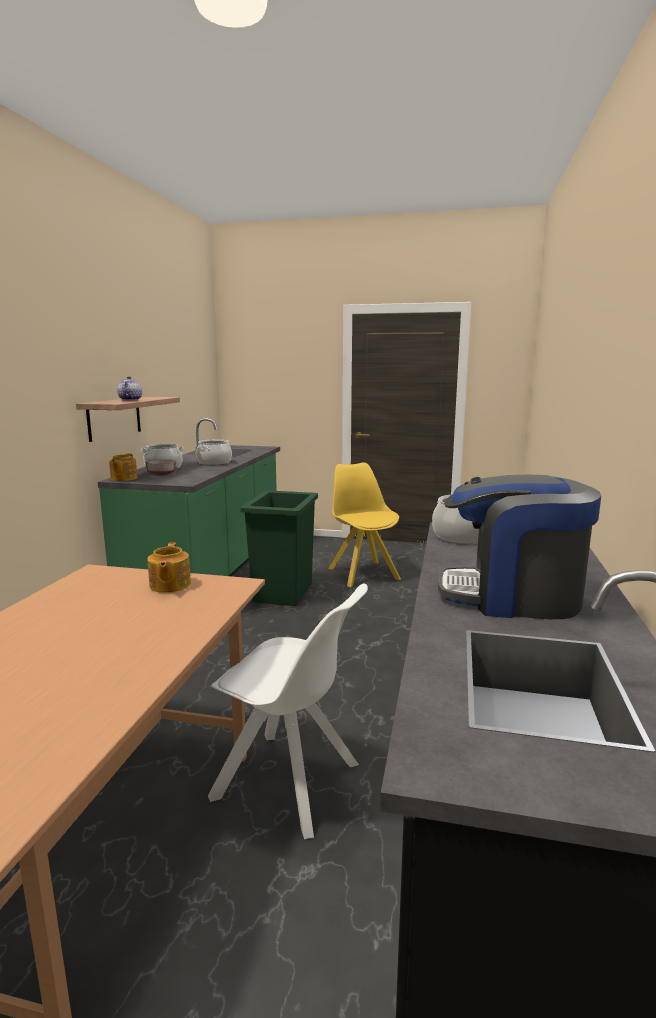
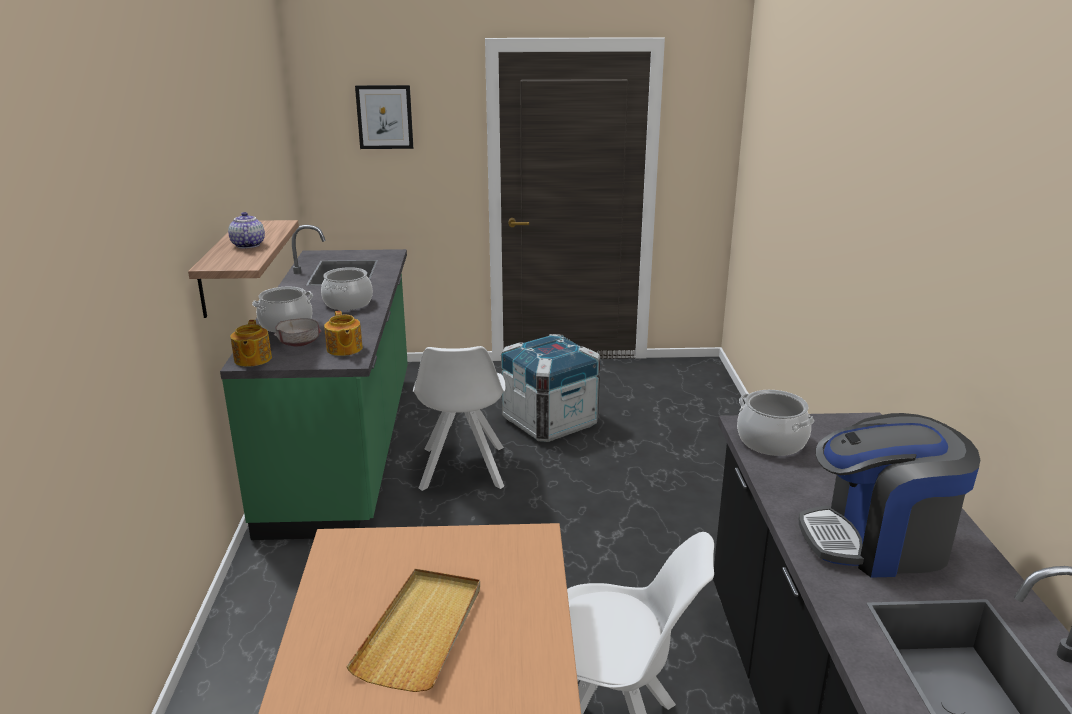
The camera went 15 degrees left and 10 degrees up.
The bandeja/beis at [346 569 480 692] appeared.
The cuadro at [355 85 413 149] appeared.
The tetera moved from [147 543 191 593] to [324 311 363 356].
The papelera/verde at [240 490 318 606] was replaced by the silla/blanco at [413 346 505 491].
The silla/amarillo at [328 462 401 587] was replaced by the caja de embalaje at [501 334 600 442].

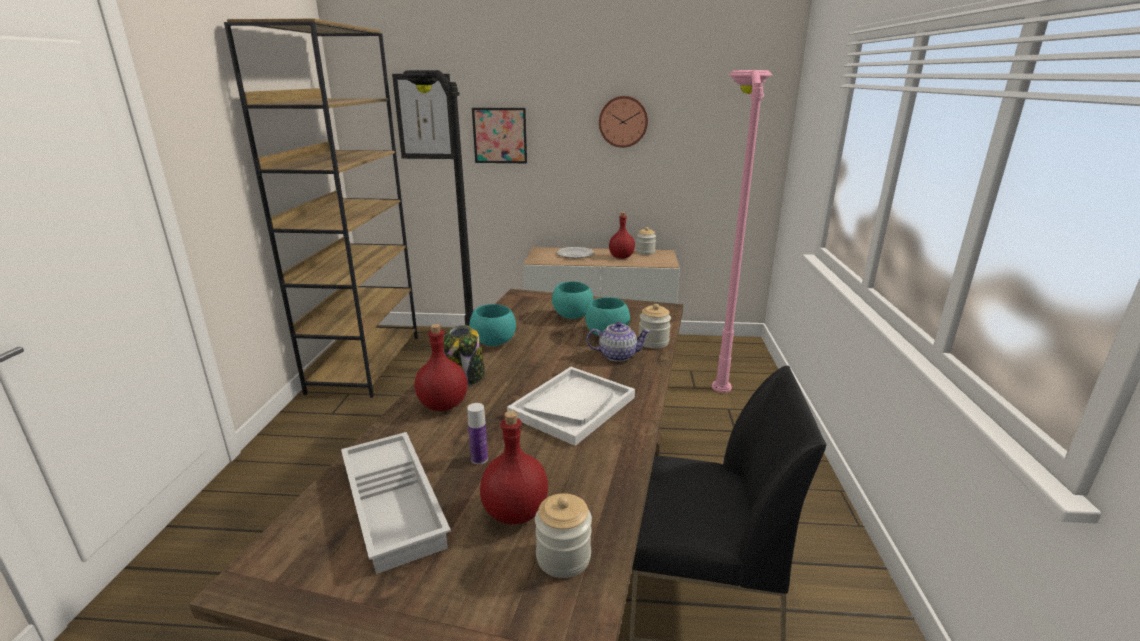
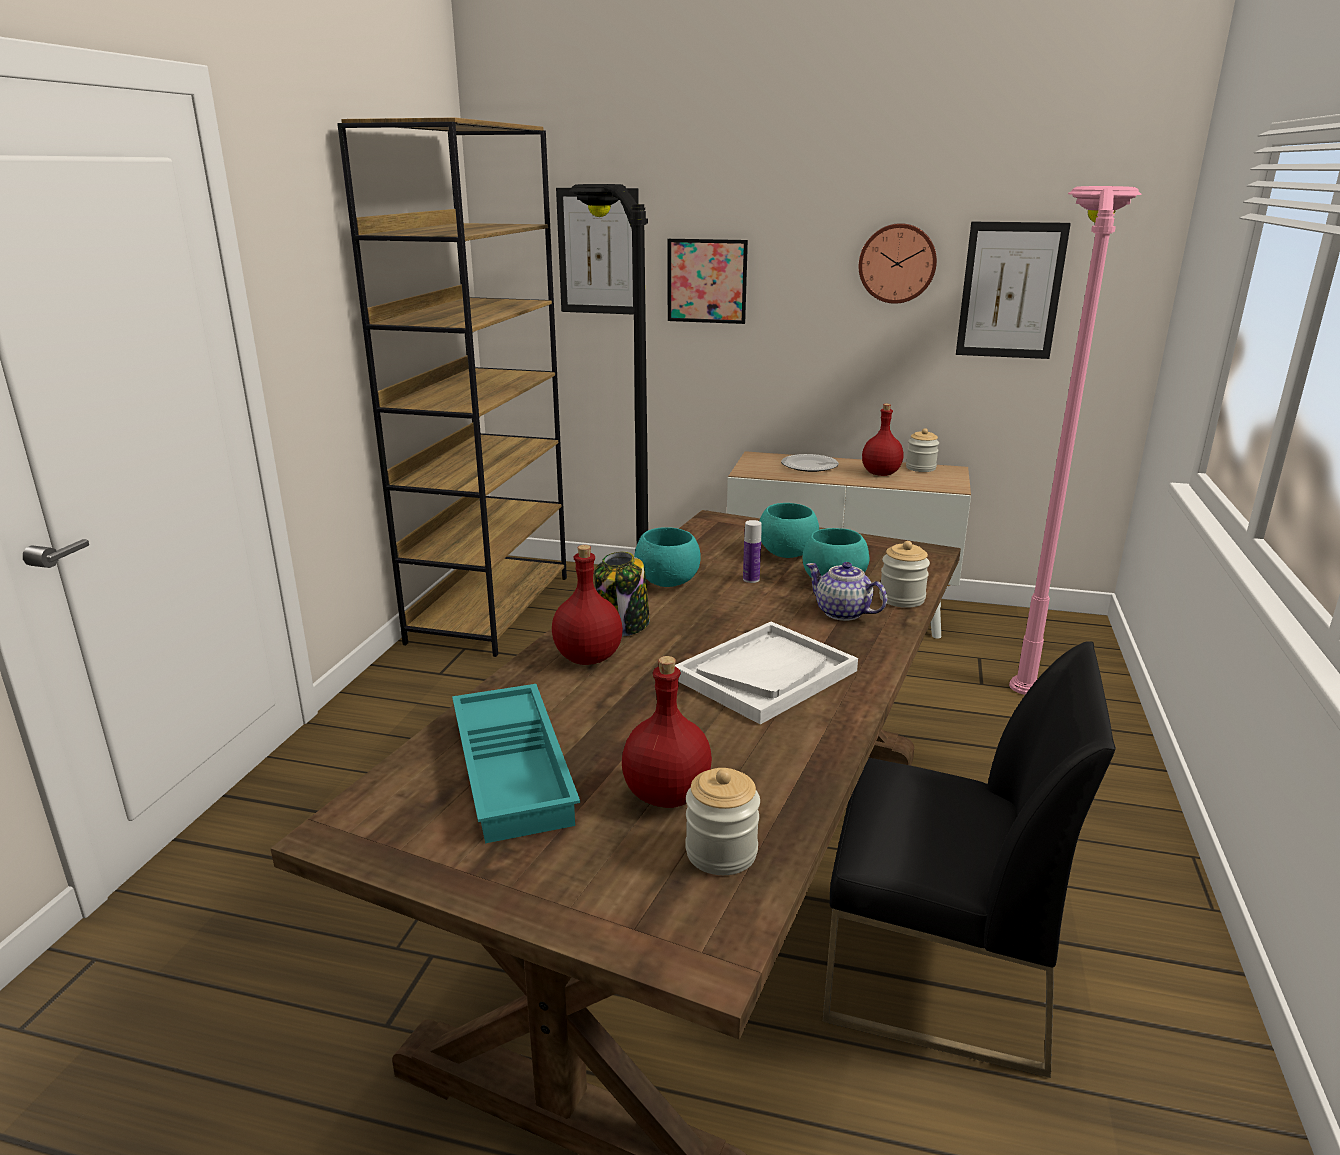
The camera went 10 degrees right and 0 degrees up.
The cuadro at [956 222 1071 359] appeared.
The botella moved from [467 403 488 465] to [743 520 762 583].
The bandeja/blanco at [341 432 451 574] became the bandeja/turquesa at [452 684 580 843].
The tetera at [587 322 651 362] turned 150 degrees counterclockwise.

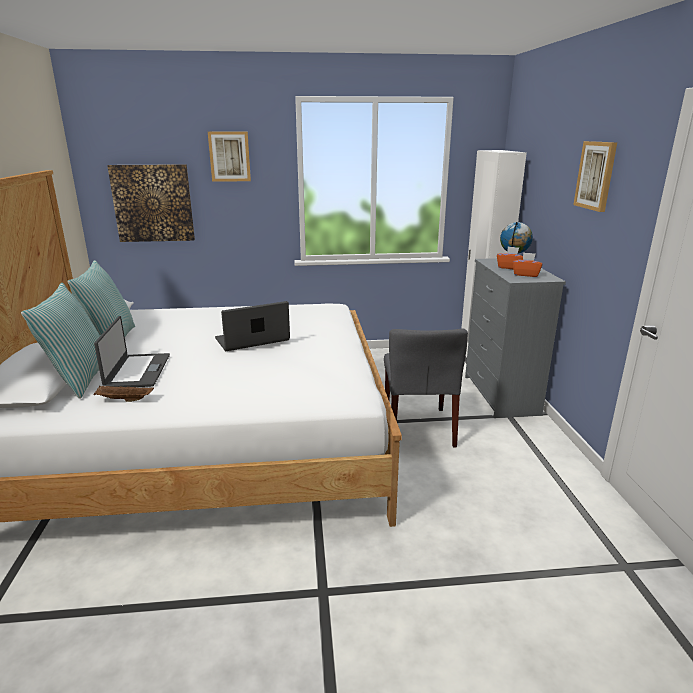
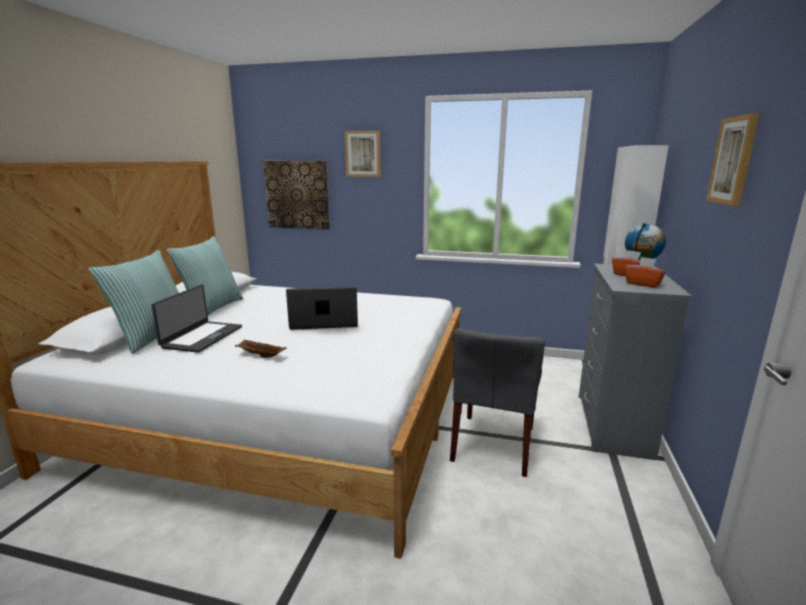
The camera went 20 degrees right and 5 degrees down.
The bandeja/marrón moved from [93 385 154 402] to [235 339 286 358].

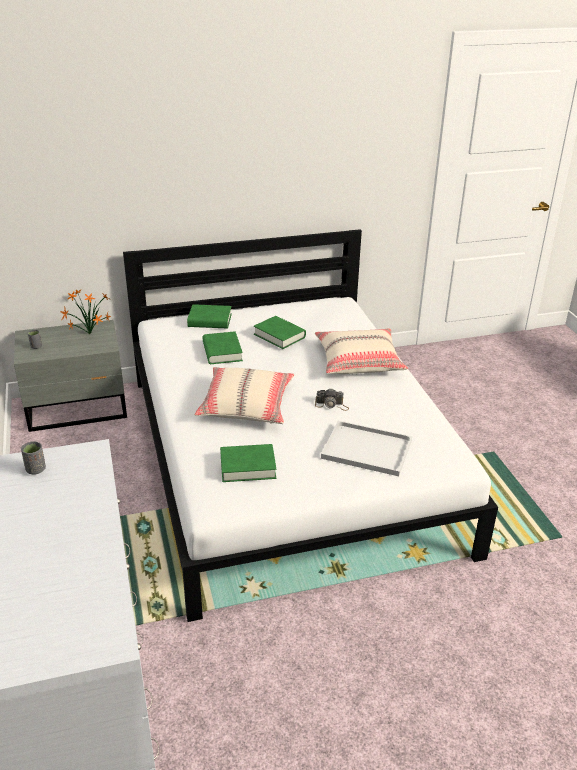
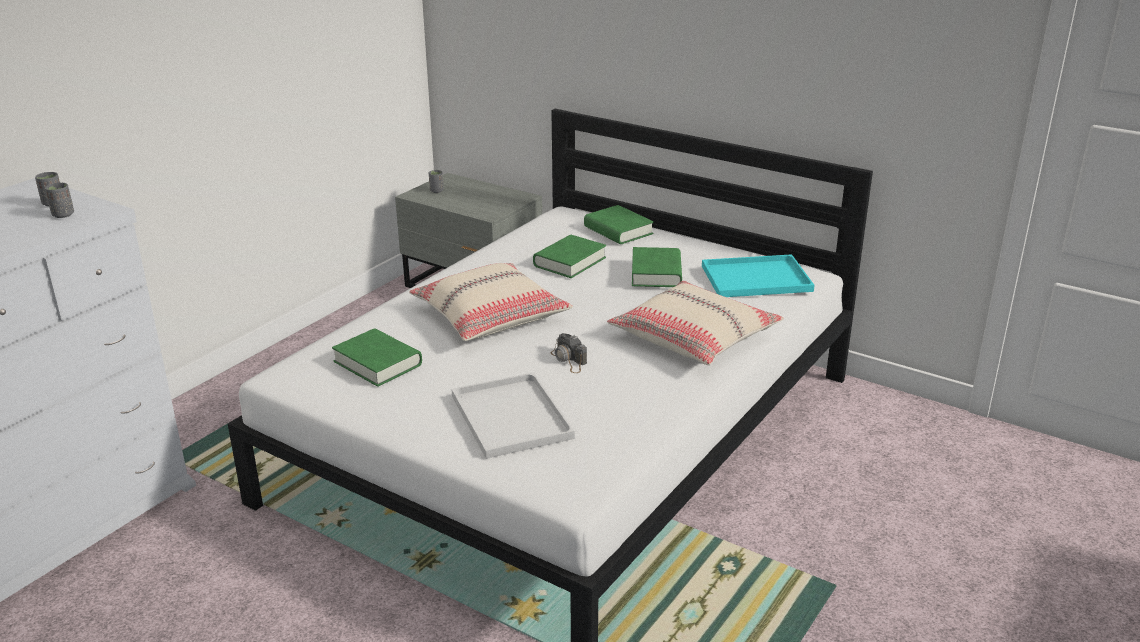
The camera went 50 degrees right and 5 degrees down.
The planta en maceta at [60 289 111 334] disappeared.
The taza/gris at [45 183 74 218] appeared.
The bandeja/turquesa at [702 254 814 297] appeared.

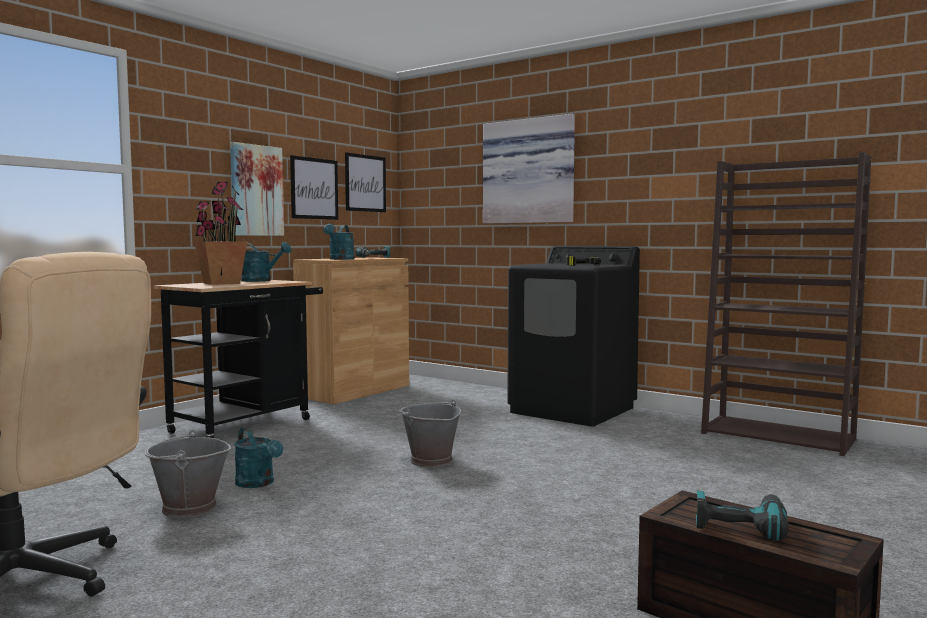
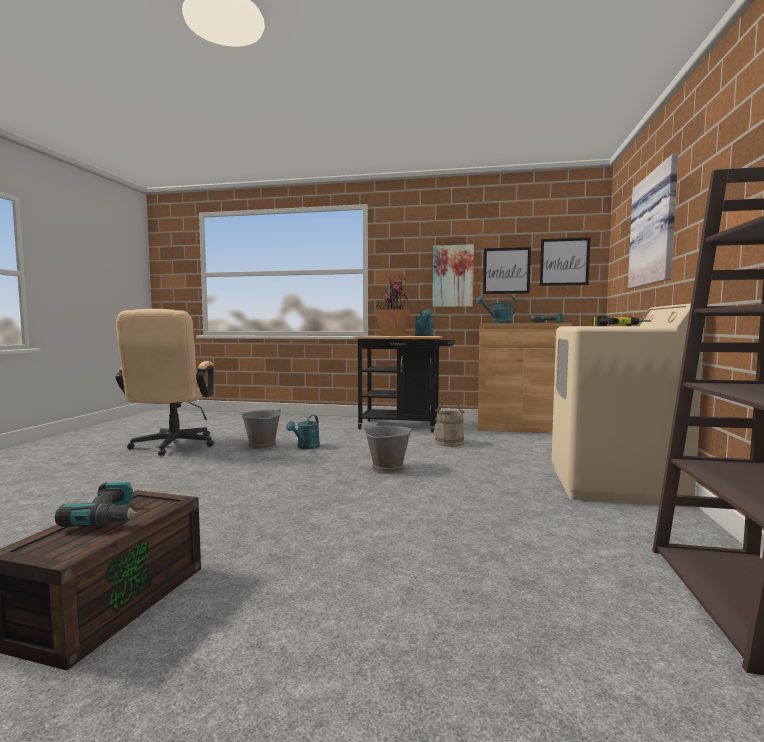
The camera went 65 degrees right and 0 degrees up.
The cubo/beis at [435 396 465 447] appeared.
The lavadora/negro at [507 246 640 427] became the lavadora/beis at [552 303 704 508].

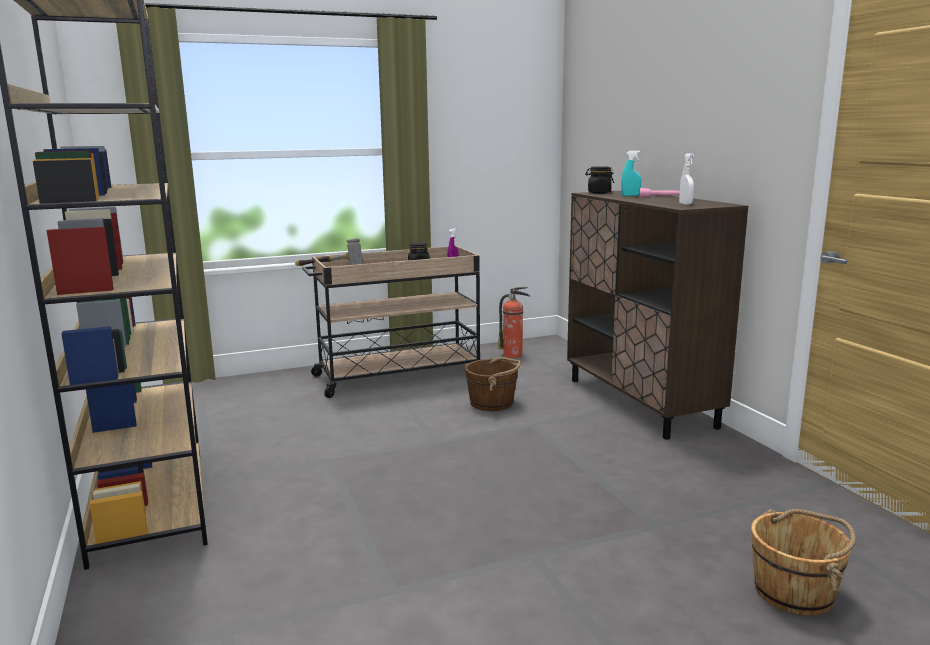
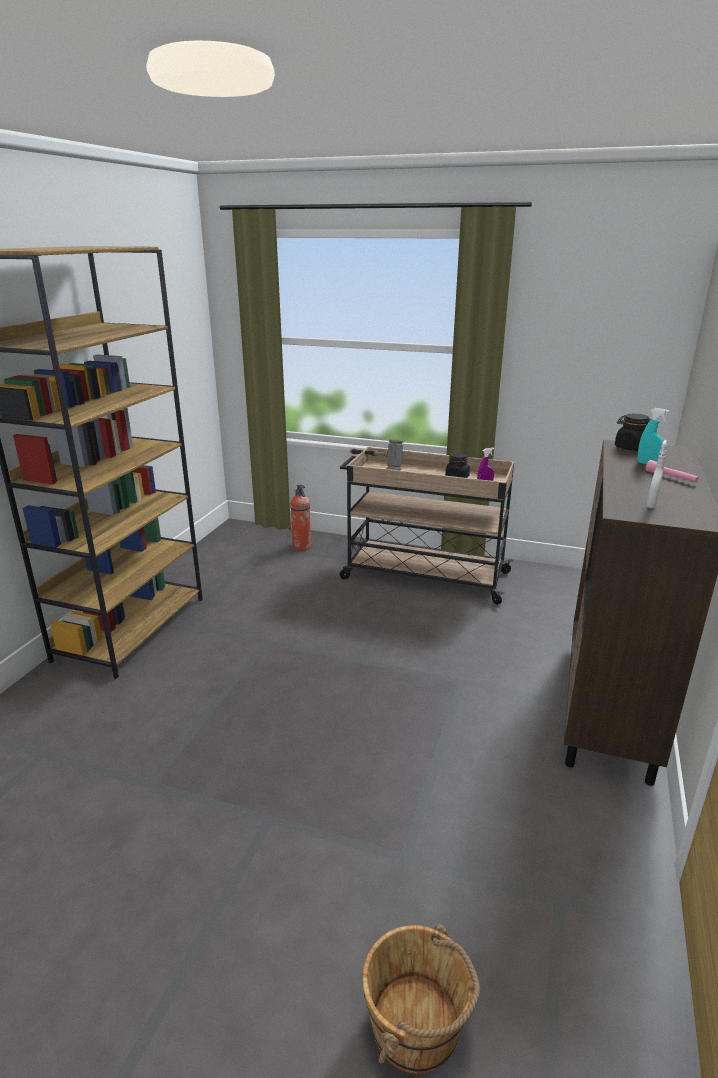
The camera went 40 degrees right and 10 degrees up.
The cubo/marrón at [465 357 521 411] disappeared.
The extintor moved from [498 287 530 358] to [290 485 311 551].

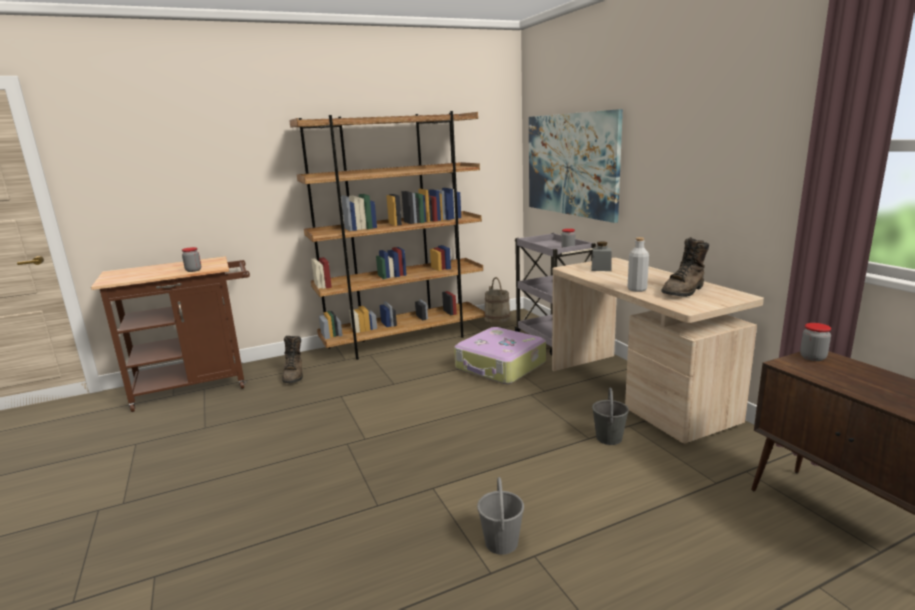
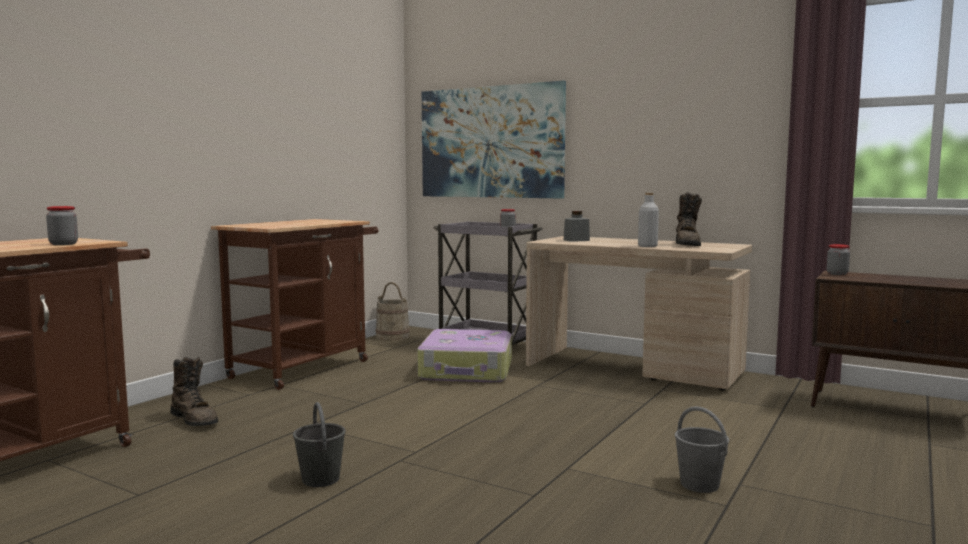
The camera went 35 degrees left and 10 degrees down.
The cubo/gris moved from [592 388 629 445] to [293 402 346 487].
The estantería/marrón at [289 111 485 360] was replaced by the carrito/marrón at [211 219 379 390].

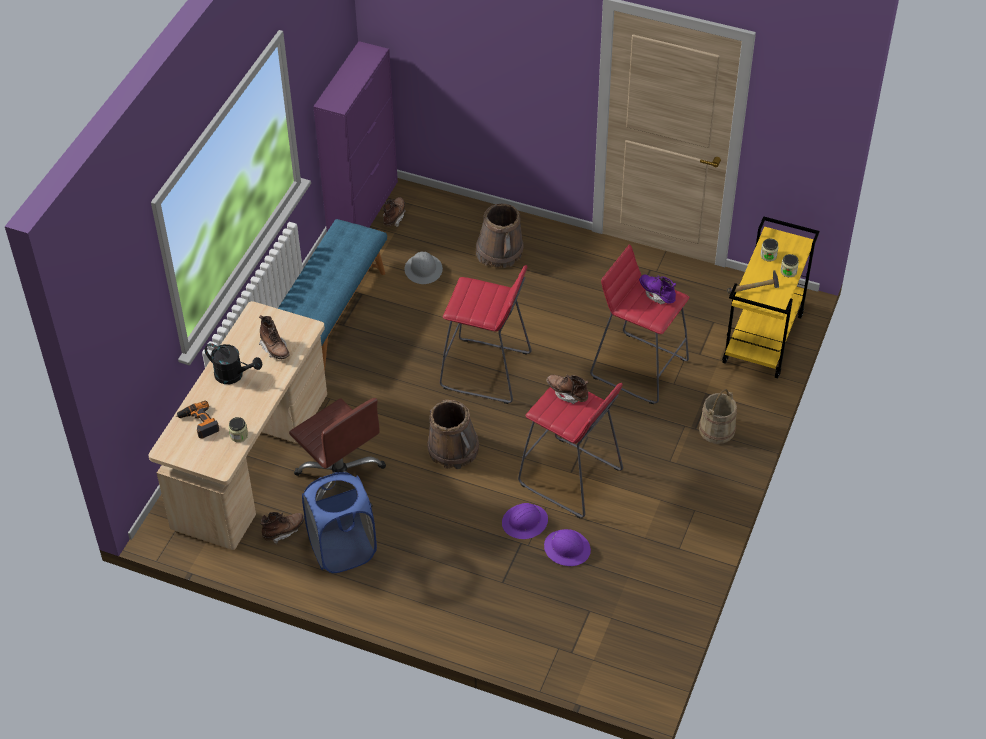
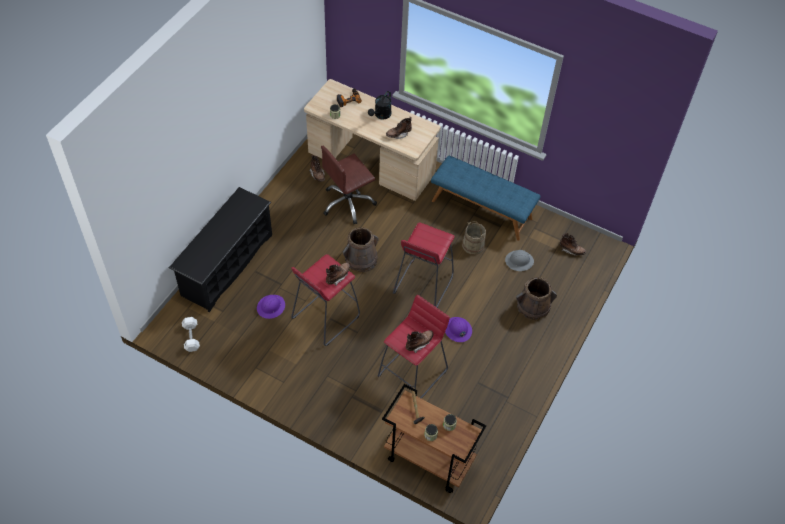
The camera went 95 degrees right and 5 degrees up.
The cesto de la ropa/azul at [302 472 377 573] disappeared.
The armario/morado at [313 41 398 231] disappeared.
The zapatero/negro at [169 187 272 312] appeared.
The mancuerna/blanco at [182 317 200 352] appeared.
The casco/morado moved from [502 503 548 539] to [445 317 472 342].
The cubo/beis moved from [699 389 737 444] to [462 221 486 255].
The bota/morado at [639 275 676 305] became the bota/marrón at [406 330 433 353].
The carrito/amarillo at [722 216 820 379] became the carrito/marrón at [382 384 486 493].

